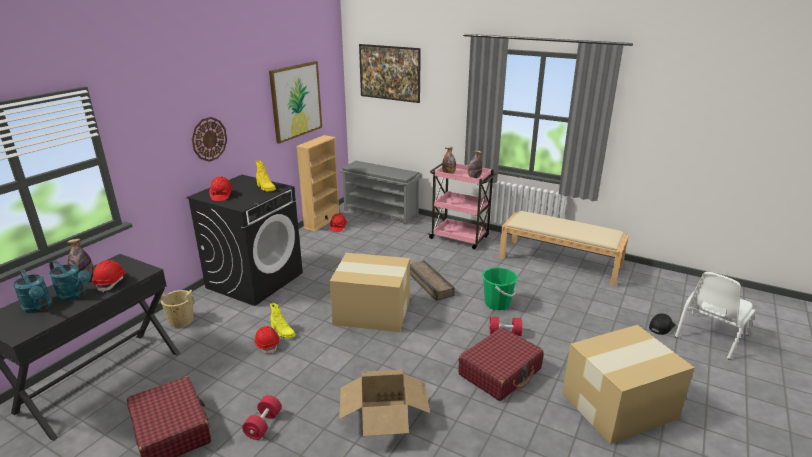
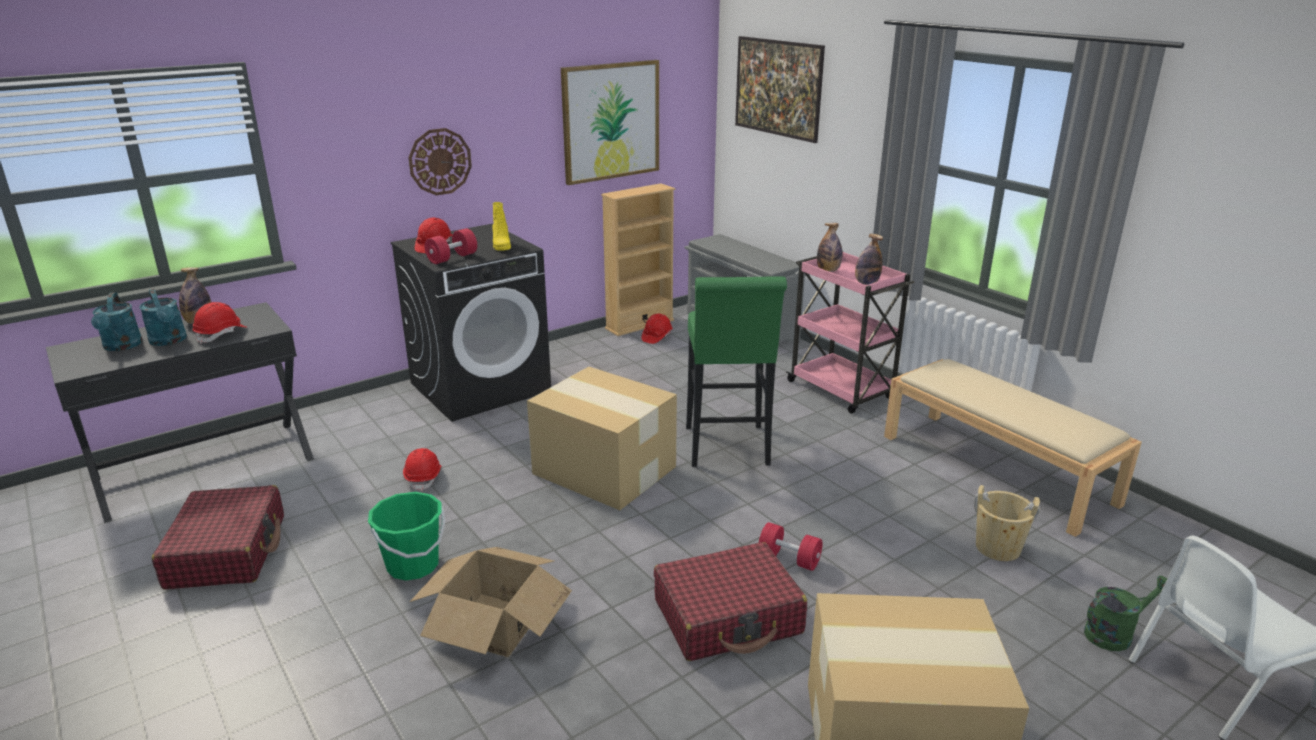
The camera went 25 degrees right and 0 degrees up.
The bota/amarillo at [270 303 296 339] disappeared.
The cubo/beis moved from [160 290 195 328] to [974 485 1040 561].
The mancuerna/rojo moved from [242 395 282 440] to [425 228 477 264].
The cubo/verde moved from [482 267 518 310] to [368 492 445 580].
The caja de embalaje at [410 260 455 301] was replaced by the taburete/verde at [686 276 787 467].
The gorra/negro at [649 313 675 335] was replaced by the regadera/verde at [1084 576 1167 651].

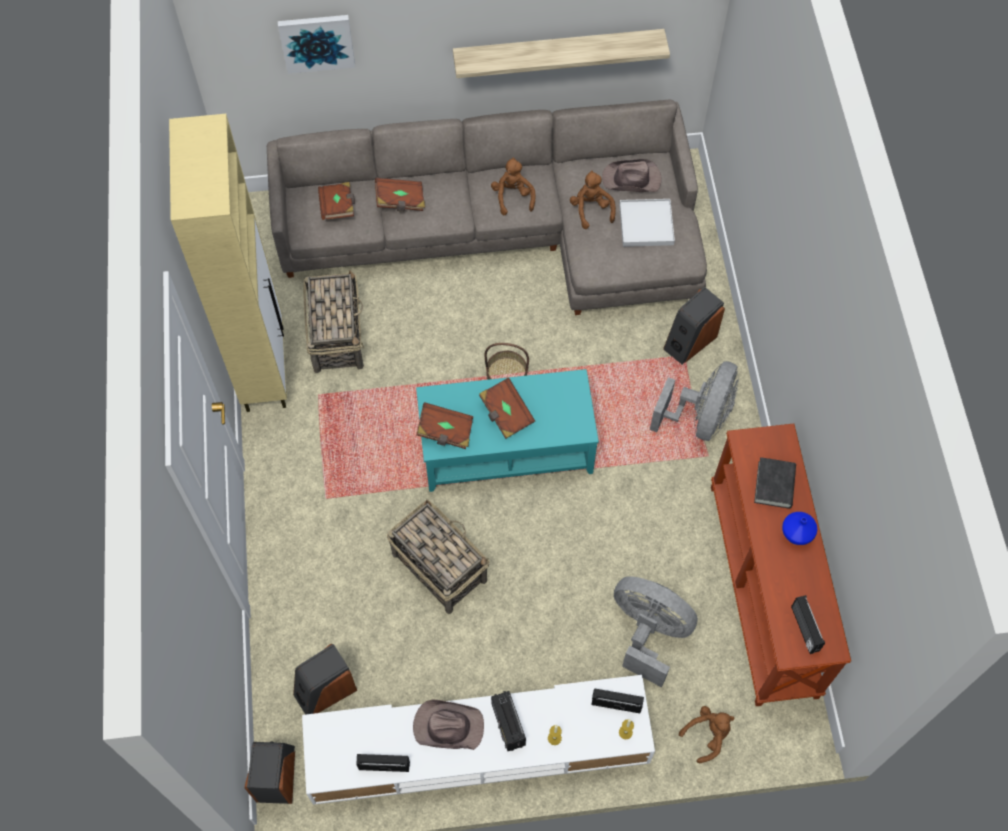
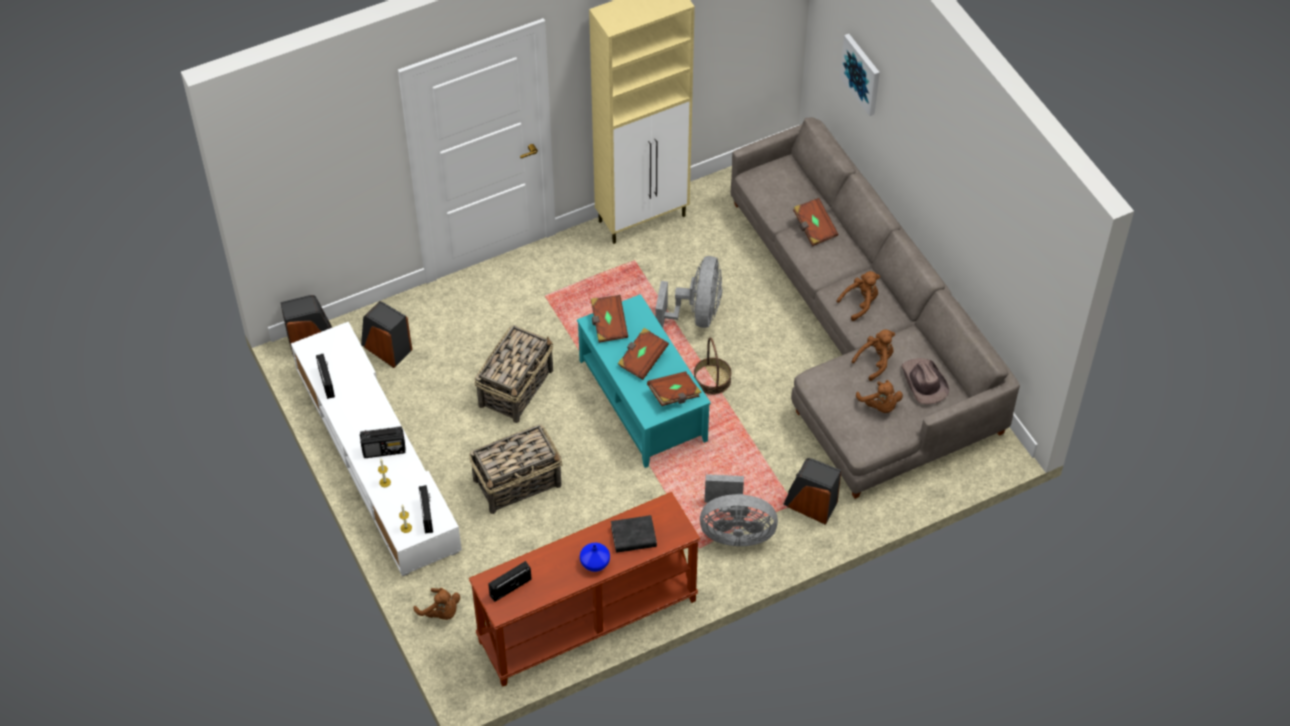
The camera went 70 degrees right and 10 degrees down.
The sombrero/marrón at [413 700 484 750] disappeared.
The estante at [453 29 670 78] disappeared.
The cesta moved from [303 270 364 373] to [469 424 562 514].
The libro/marrón moved from [318 182 355 220] to [647 371 702 406].
The ventilador/gris moved from [614 576 698 687] to [655 256 722 328].
The bandeja/blanco at [619 199 675 247] was replaced by the peluche/marrón at [856 380 903 413].
The radio at [491 691 526 751] turned 150 degrees counterclockwise.

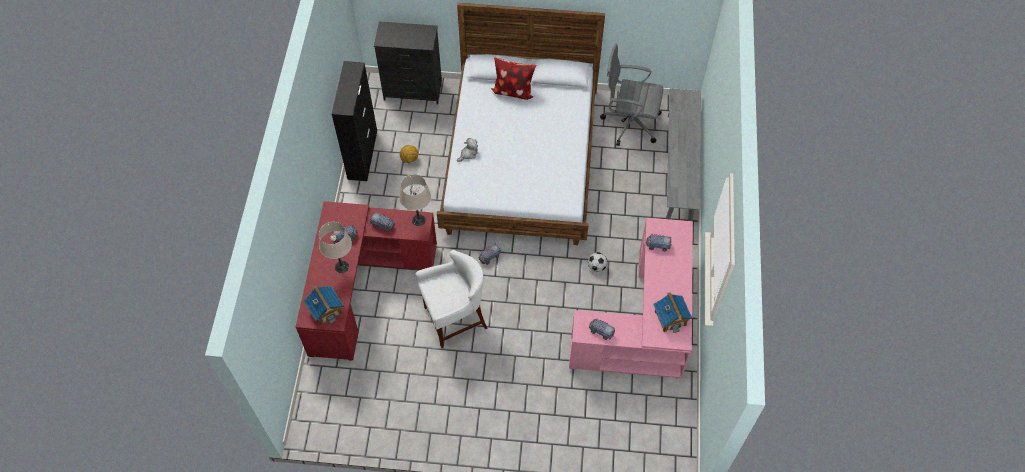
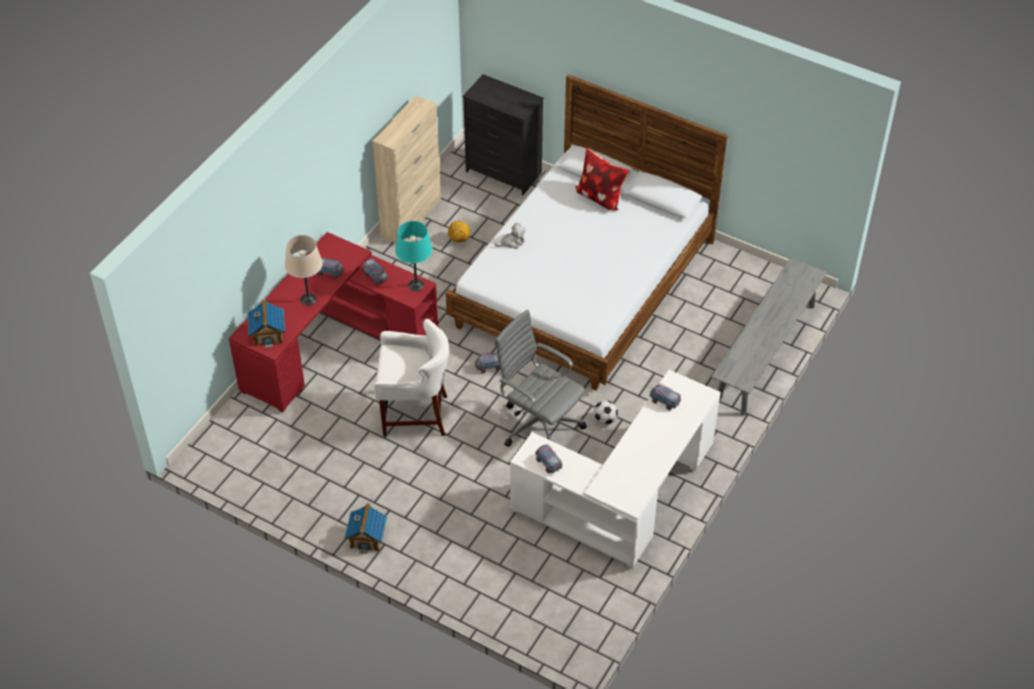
The camera went 25 degrees right and 10 degrees down.
The silla de oficina/gris moved from [600 43 663 146] to [495 310 587 447].
The casita moved from [653 292 692 333] to [345 503 387 554].
The armario/negro at [332 61 377 181] became the armario/beis at [372 95 441 243].
The lámpara de mesa/beis at [399 174 431 226] became the lámpara de mesa/turquesa at [395 221 432 291].
The escritorio/rosa at [569 218 693 379] became the escritorio/blanco at [510 370 721 568].

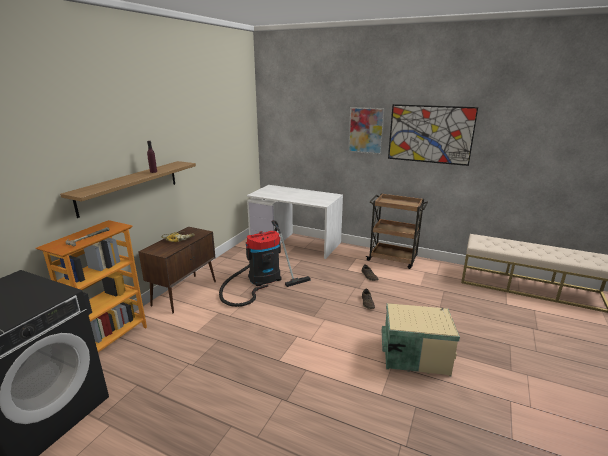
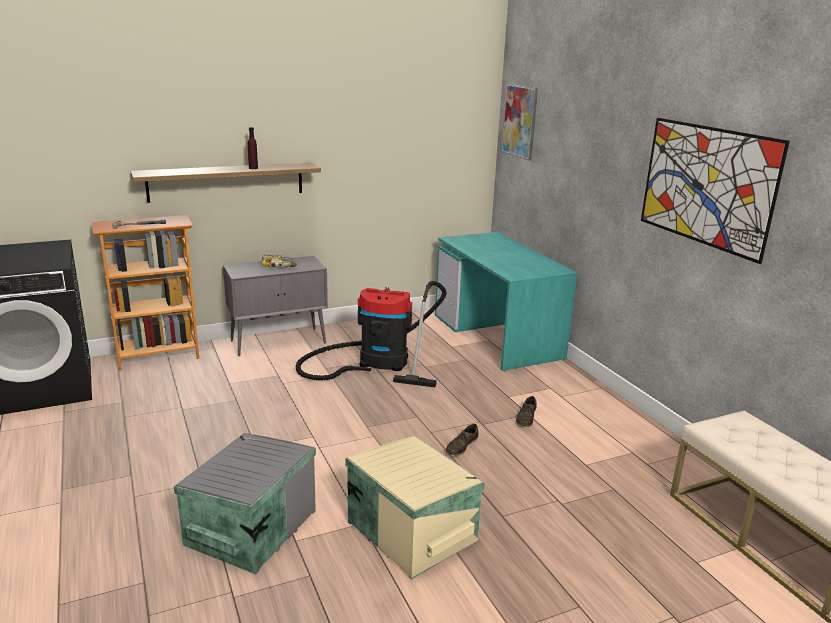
The camera went 40 degrees right and 0 degrees up.
The carrito/marrón at [365 193 428 269] disappeared.
The caja de almacenaje/gris at [174 433 316 574] appeared.
The cuadro moved from [348 107 385 155] to [501 83 538 161].
The armario/marrón at [138 227 216 314] became the armario/gris at [223 256 328 356].
The escritorio/blanco at [247 185 343 259] became the escritorio/turquesa at [435 232 577 371].

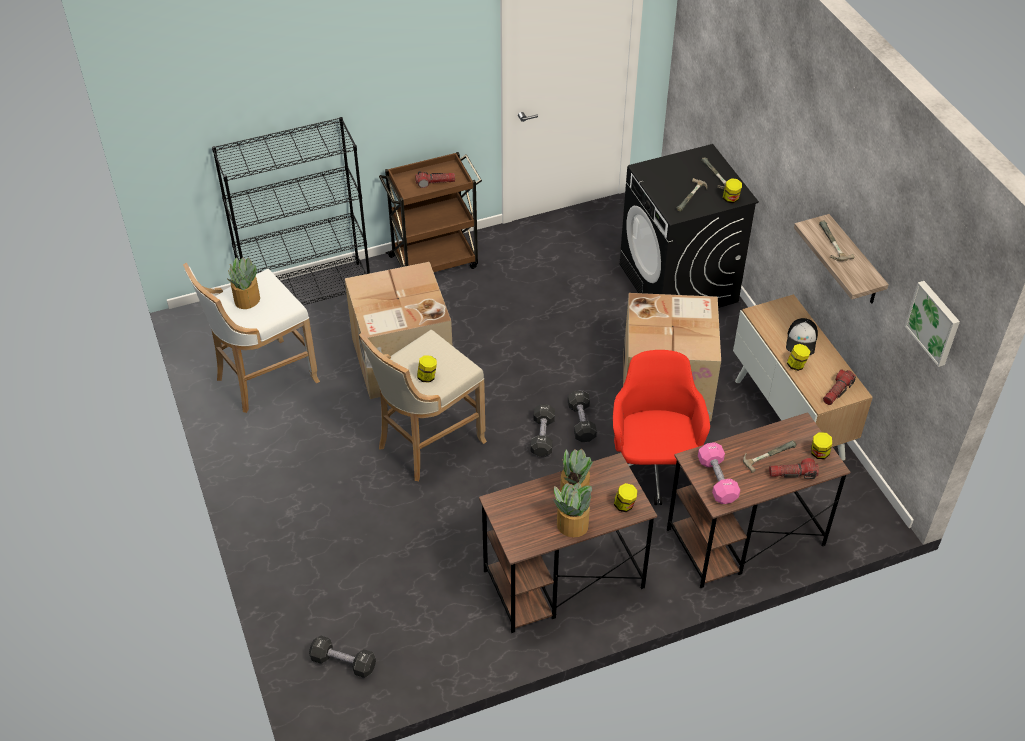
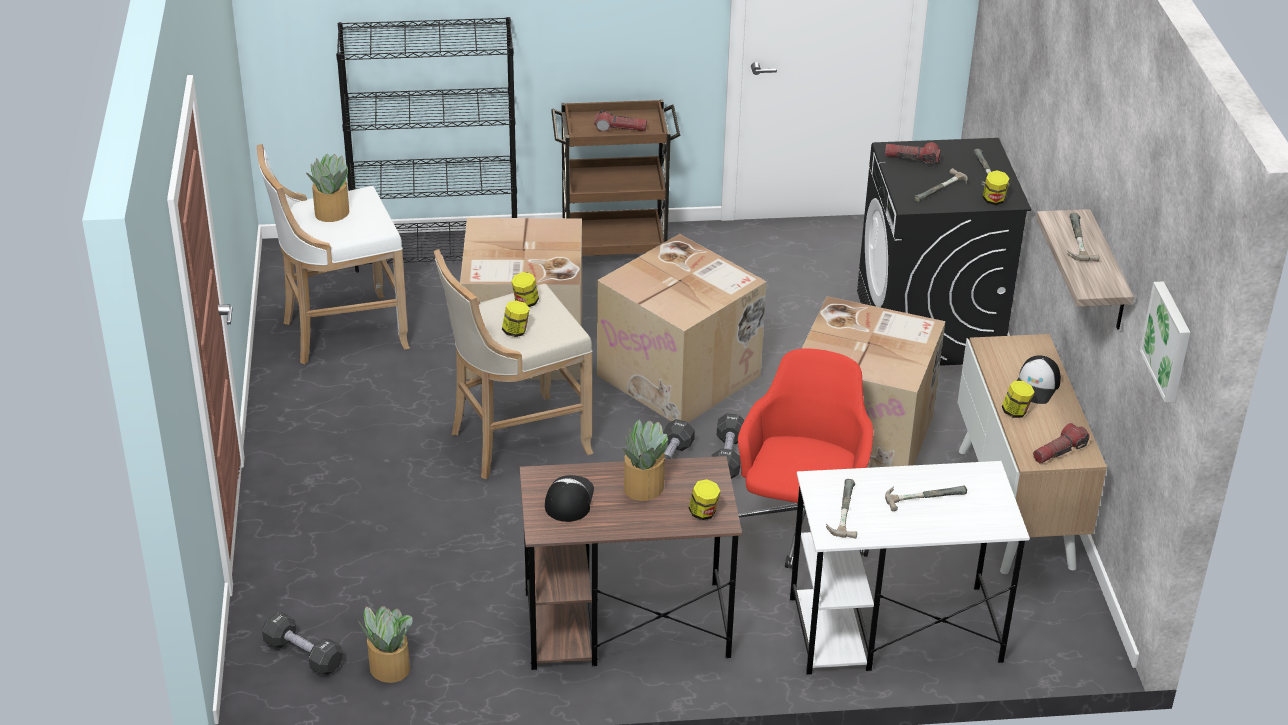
The camera went 15 degrees right and 10 degrees down.
The gorra at [545 475 594 522] appeared.
The caja de cartón at [597 234 767 423] appeared.
The planta en maceta moved from [553 483 592 537] to [358 606 412 683].
The linterna moved from [769 458 819 479] to [885 143 941 165].
The tarro moved from [811 432 832 459] to [511 272 539 307].
The mancuerna/rosa at [698 442 740 504] was replaced by the martillo at [826 479 857 539].
The escritorio/marrón at [667 412 850 588] became the escritorio/blanco at [790 461 1030 675].

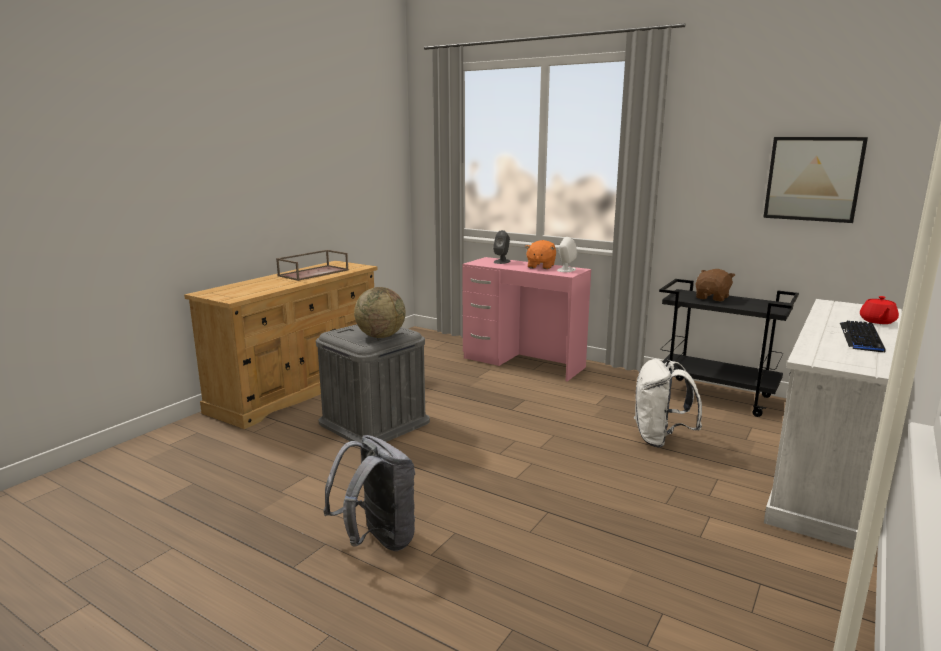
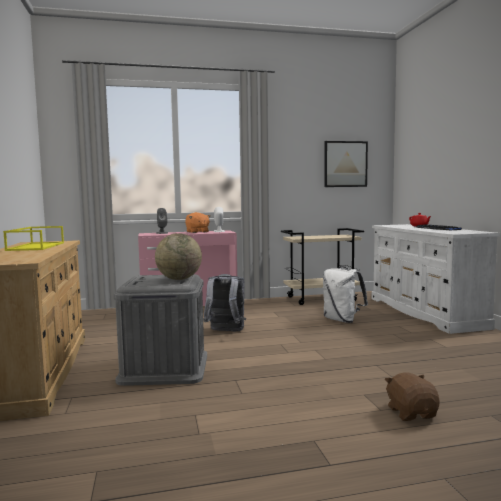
The camera went 45 degrees left and 10 degrees down.
The mochila/gris moved from [324 435 415 551] to [203 274 246 331].
The peluche/marrón moved from [696 269 735 302] to [385 372 440 421].
The bandeja/marrón at [276 250 349 281] became the bandeja/amarillo at [3 226 64 251].
The carrito/negro at [659 279 799 417] became the carrito/beis at [281 228 364 305].

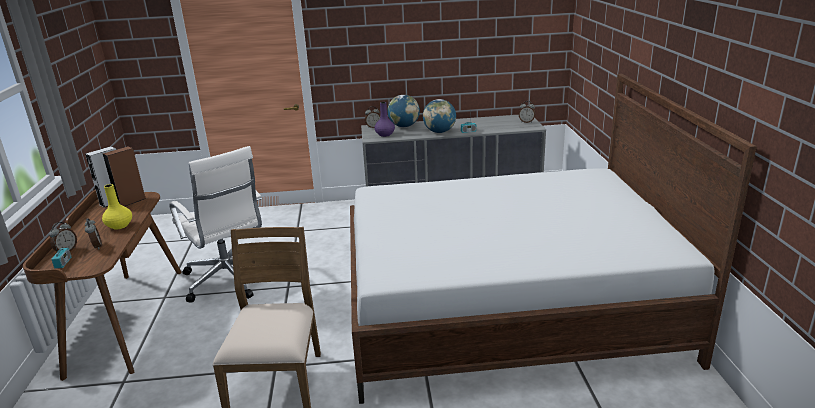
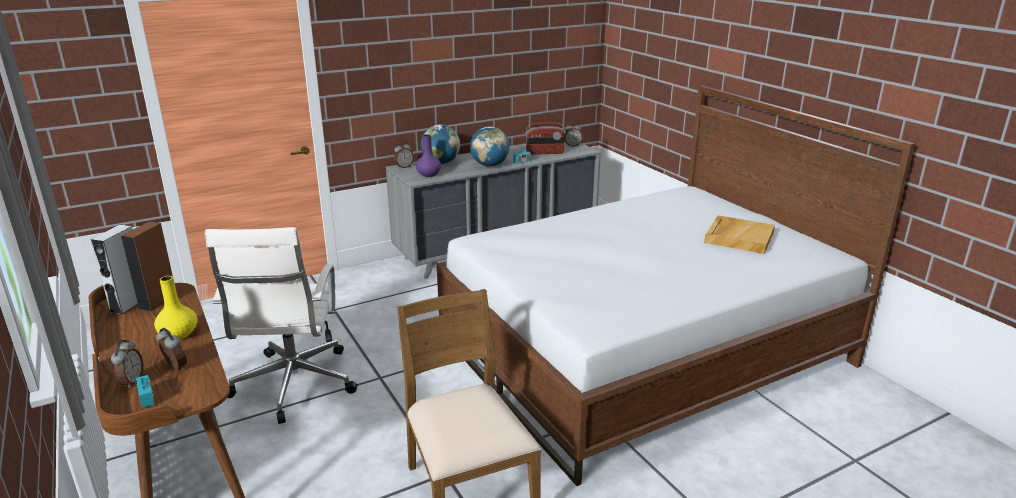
The camera went 25 degrees left and 0 degrees up.
The radio at [525 122 566 155] appeared.
The bandeja/beis at [704 215 775 254] appeared.
The silla de oficina/blanco at [169 146 262 302] turned 60 degrees clockwise.

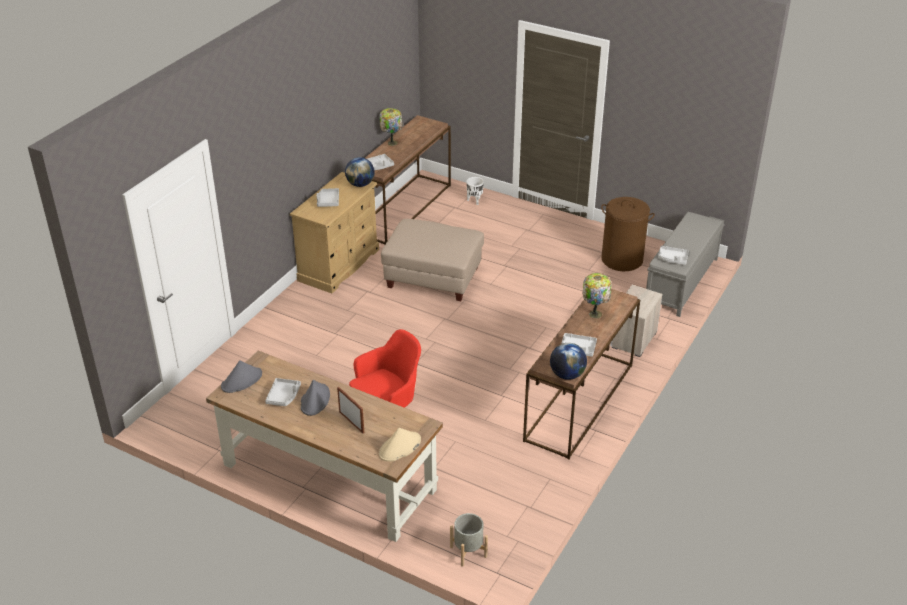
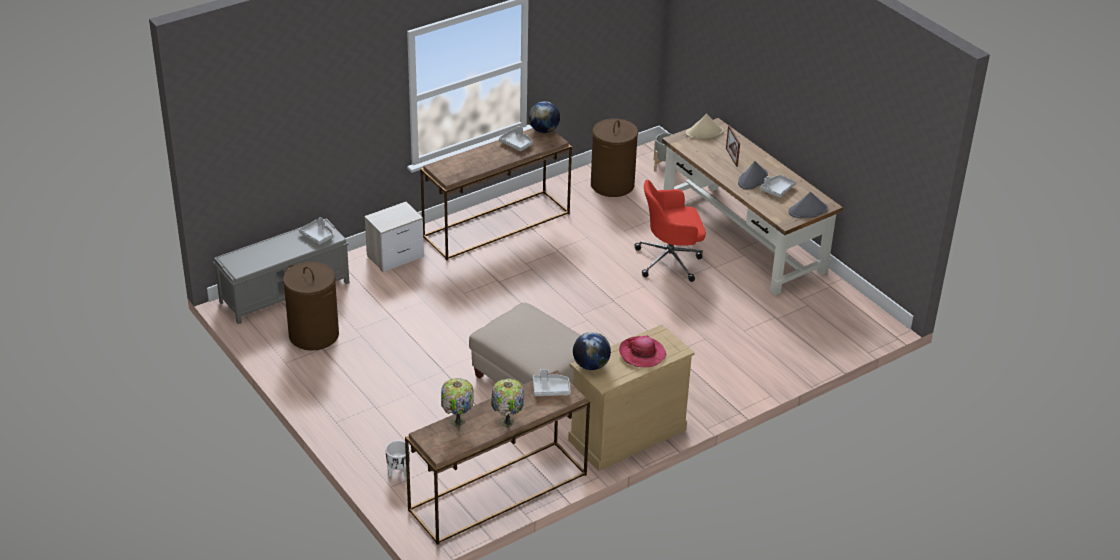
The camera went 155 degrees left and 0 degrees up.
The cesto de la ropa/marrón at [591 118 638 197] appeared.
The lámpara de mesa moved from [582 273 611 318] to [441 378 474 427].
The bandeja/gris at [317 188 339 207] was replaced by the sombrero at [619 335 666 367].

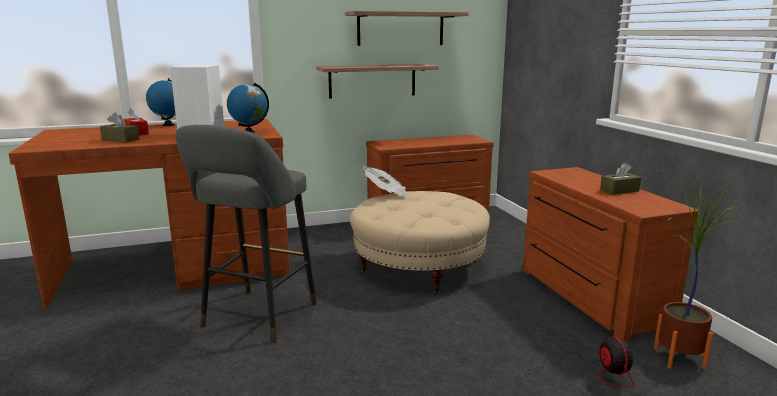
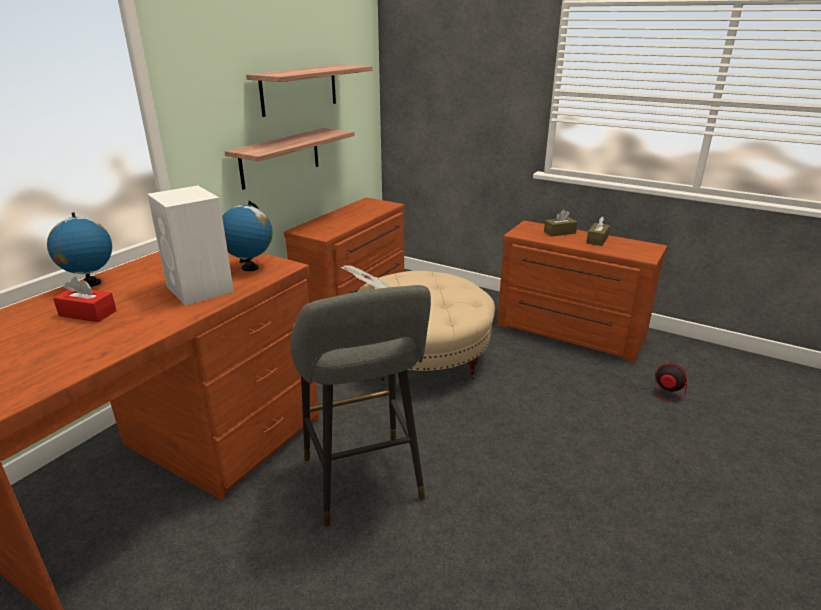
The camera went 40 degrees left and 10 degrees up.
The planta en maceta at [654 184 738 370] disappeared.
The caja de pañuelos/marrón moved from [100 112 139 143] to [544 209 578 236].

